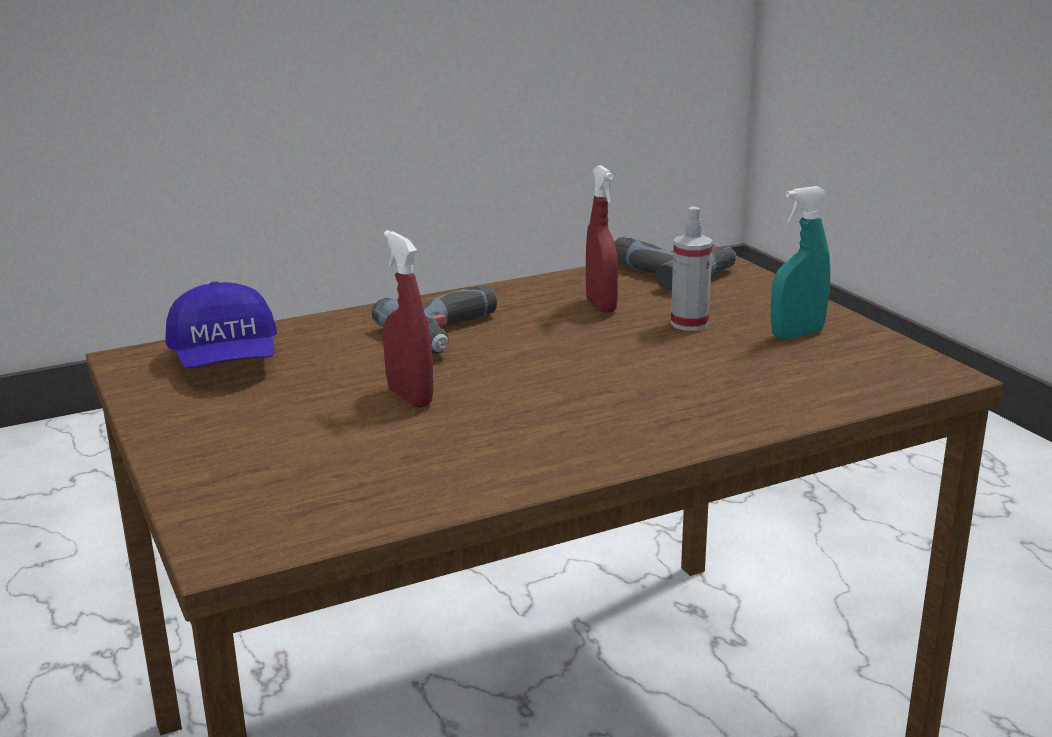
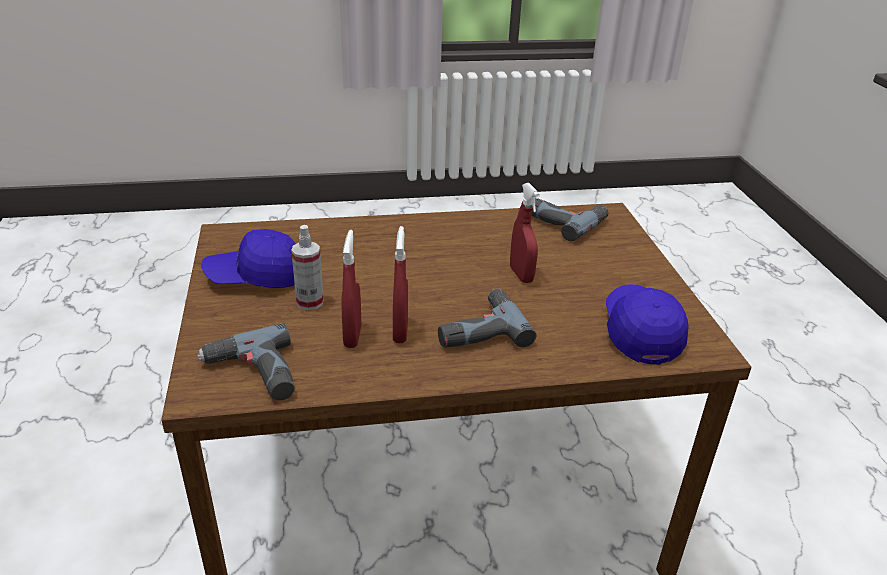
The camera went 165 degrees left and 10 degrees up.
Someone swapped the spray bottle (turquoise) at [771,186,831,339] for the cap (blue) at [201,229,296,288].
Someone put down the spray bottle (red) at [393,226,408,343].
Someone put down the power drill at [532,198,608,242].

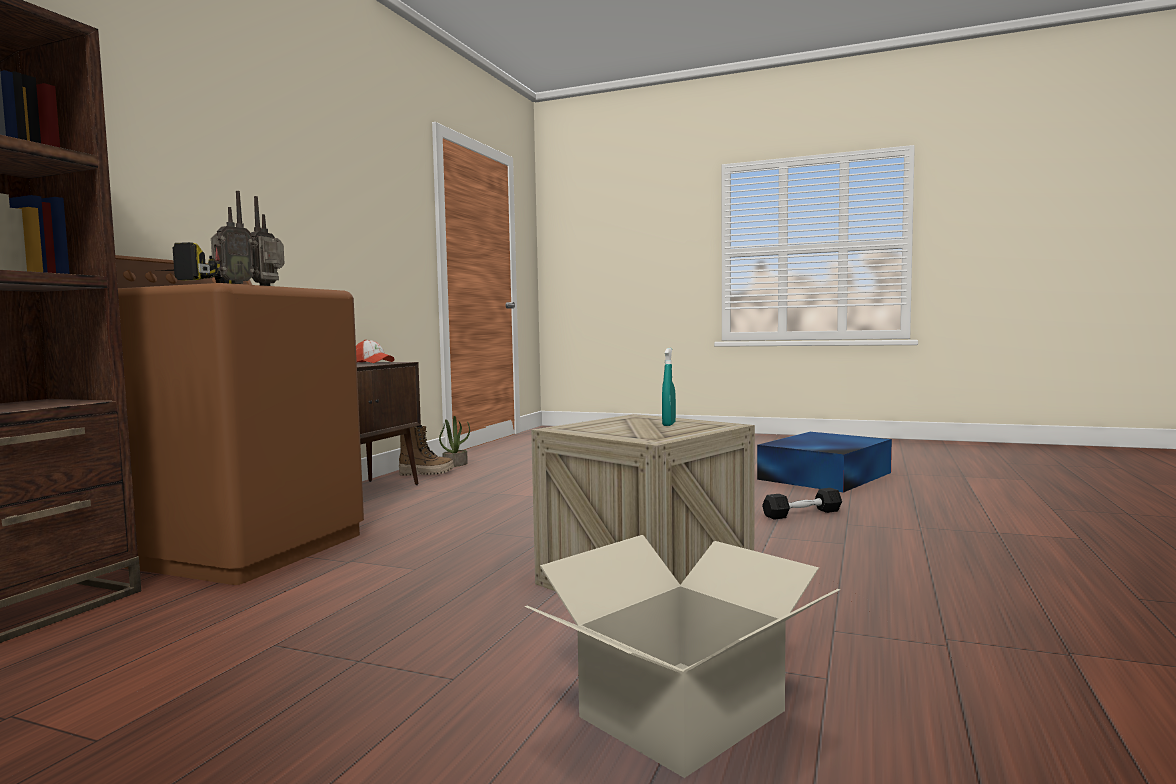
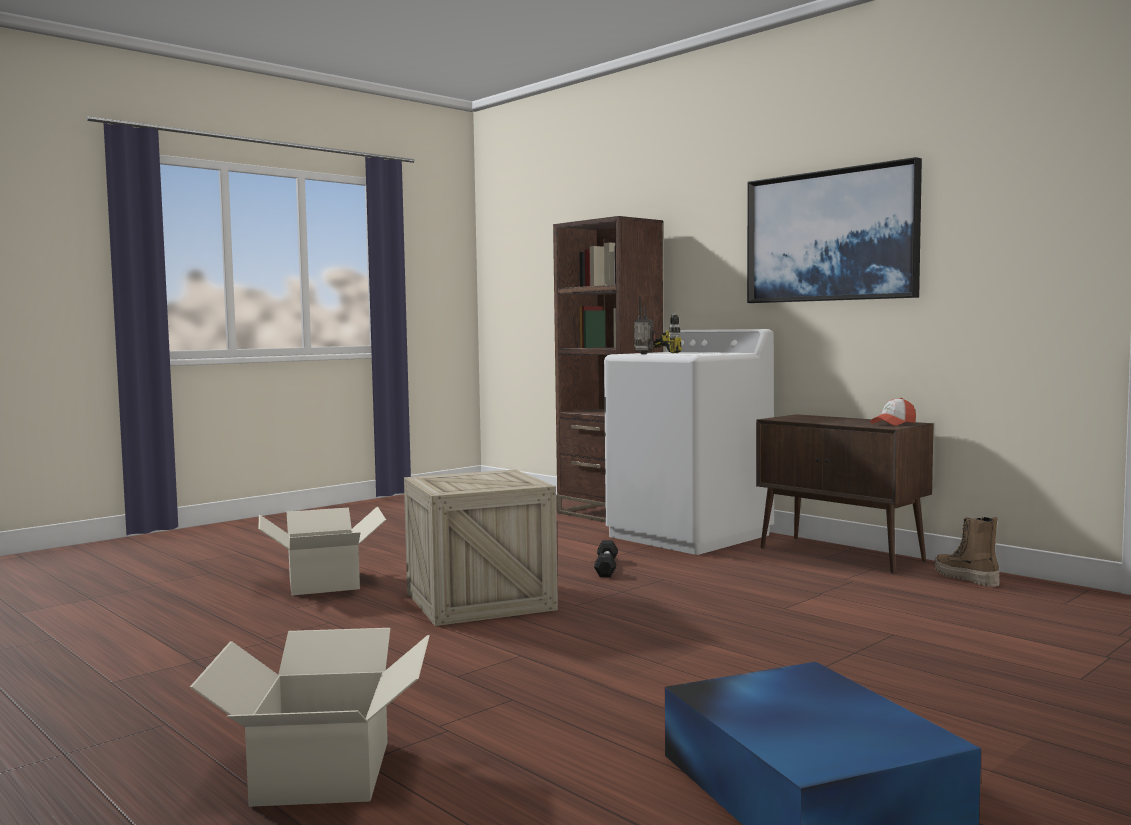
The camera went 115 degrees right and 0 degrees up.
Someone repainted the washing machine (brown) at [115,255,364,585], which became the washing machine (white) at [604,329,774,555].
Someone took away the radio at [211,191,254,284].
Someone rotated the boot at [399,425,454,476] by 135 degrees clockwise.
Someone took away the potted plant at [439,416,470,467].
Someone took away the spray bottle (turquoise) at [662,348,676,426].
Someone carried the dumbbell (black) from [762,488,842,520] to [594,540,618,577].
Someone put down the cardboard box at [190,628,430,807].
Someone put up the picture at [747,157,922,303].

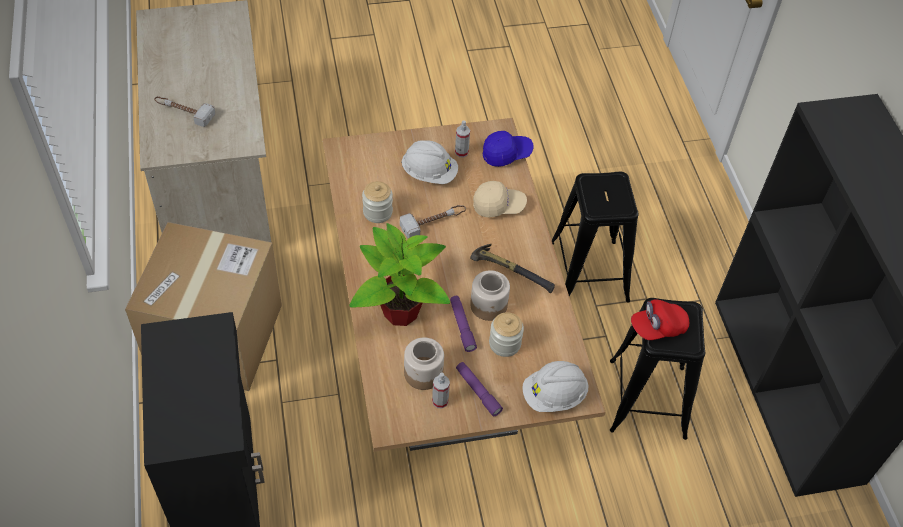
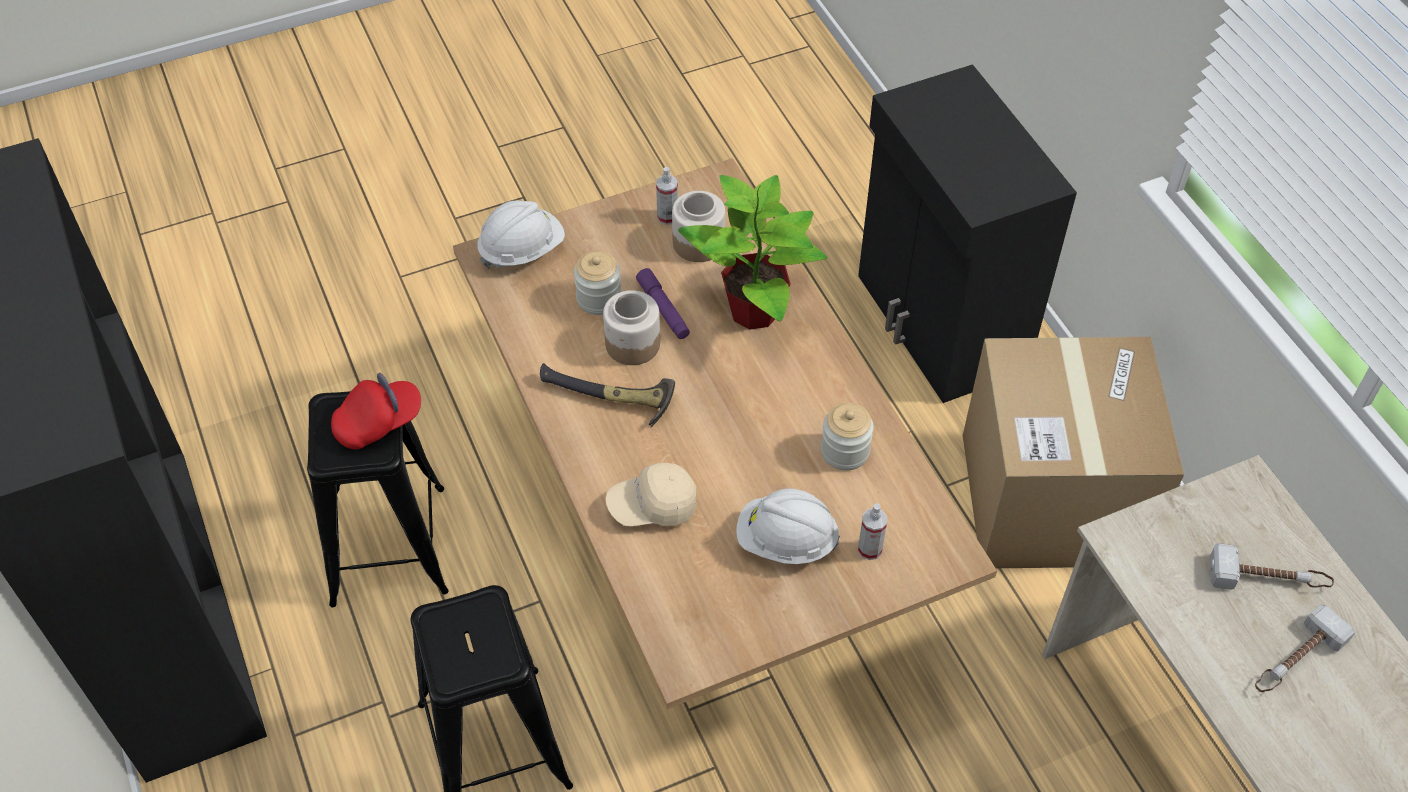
The camera went 170 degrees right and 0 degrees up.
Someone carried the hammer from [400,205,466,238] to [1255,604,1355,692].
Someone carried the spray bottle from [455,120,470,157] to [858,503,887,560].
Someone took away the flashlight (purple) at [456,362,503,417].
Someone took away the cap (blue) at [483,131,534,167].

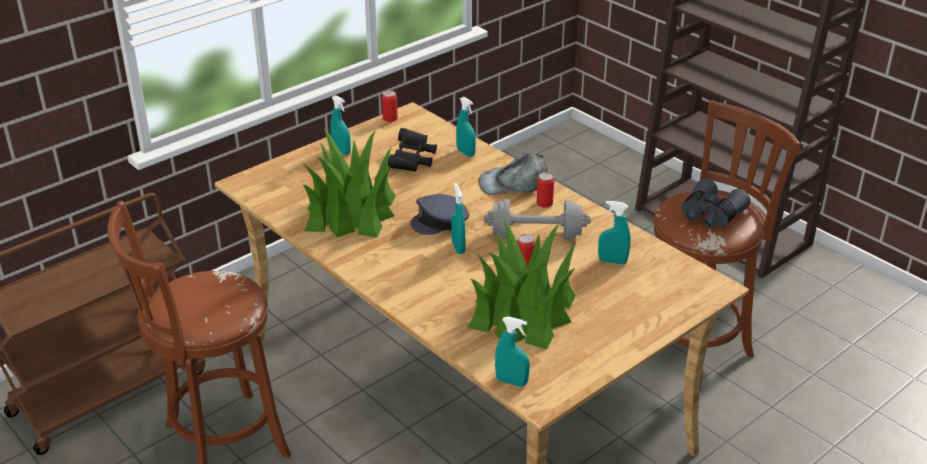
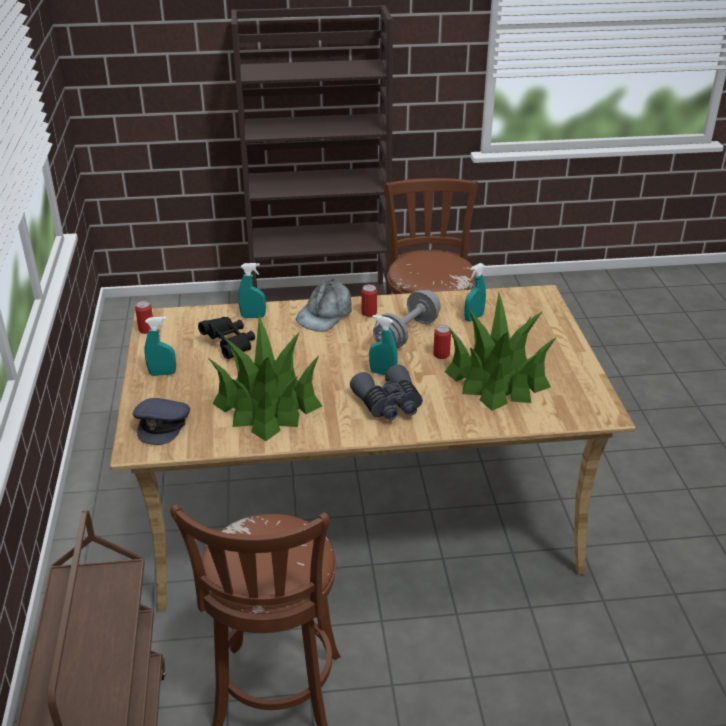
The camera went 55 degrees left and 0 degrees up.
Someone carried the cap (grey) from [410,194,469,235] to [133,398,190,445].
Someone took away the spray bottle (turquoise) at [495,316,530,387].
Someone carried the binoculars (grey) from [681,178,750,227] to [350,365,423,420].

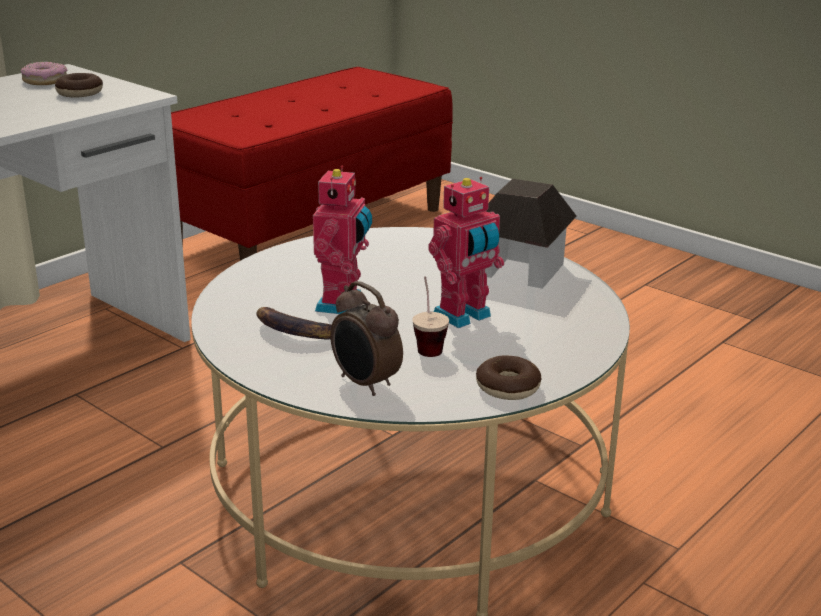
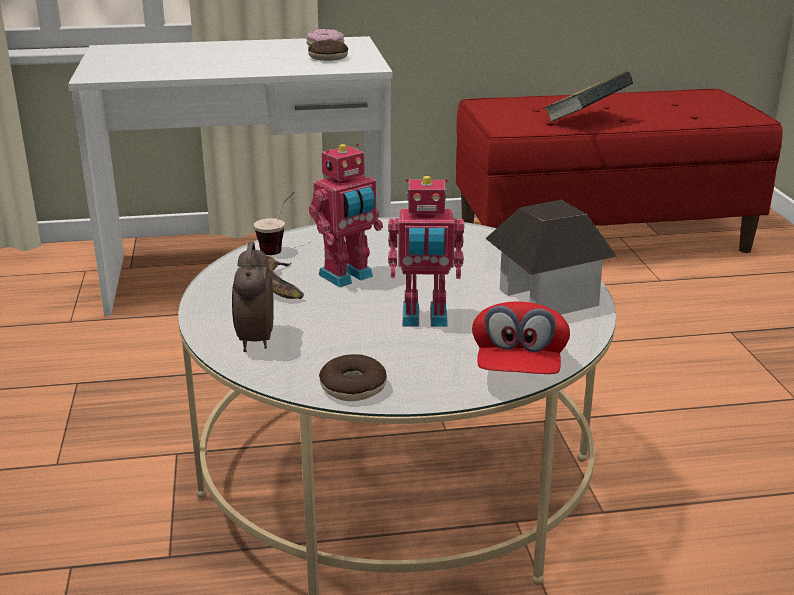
The camera went 40 degrees right and 0 degrees up.
Someone carried the cup from [412,276,449,357] to [254,192,295,255].
Someone put down the cap (red) at [472,302,570,374].
Someone put down the book at [544,71,633,123].

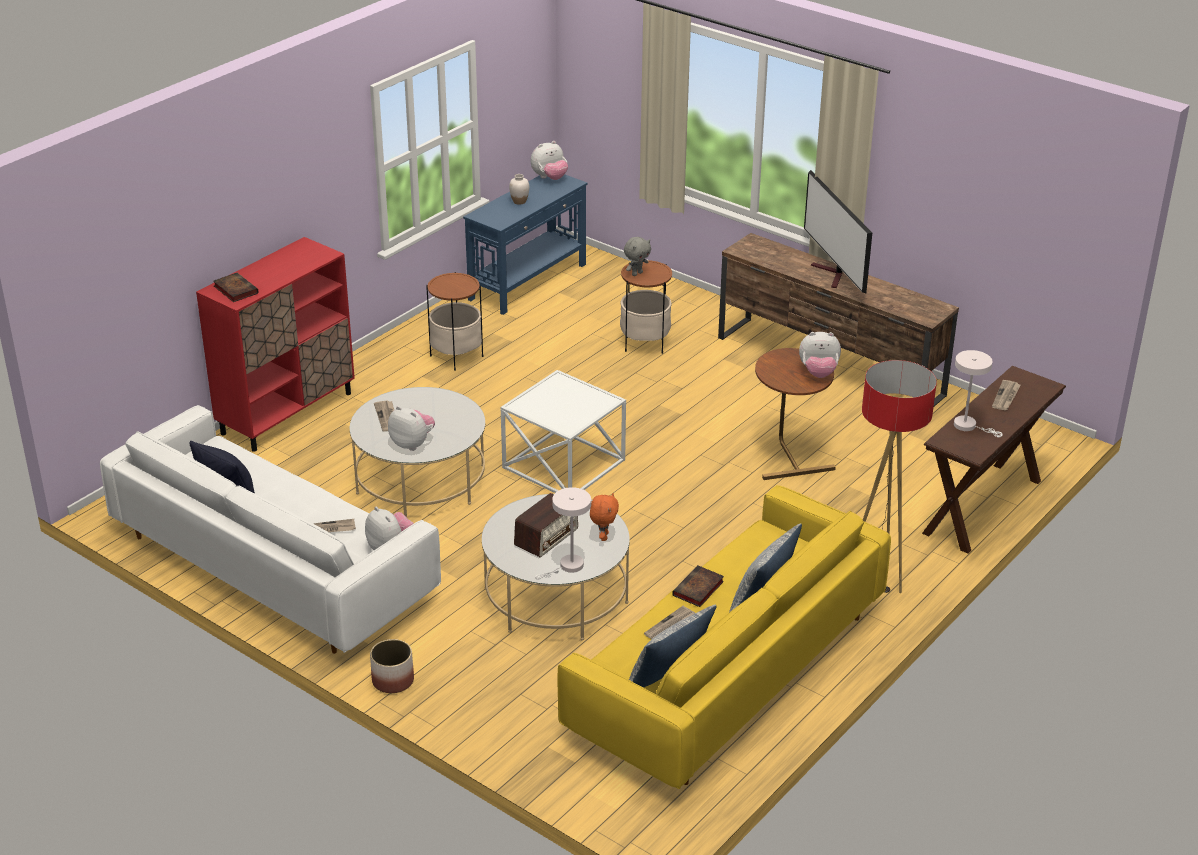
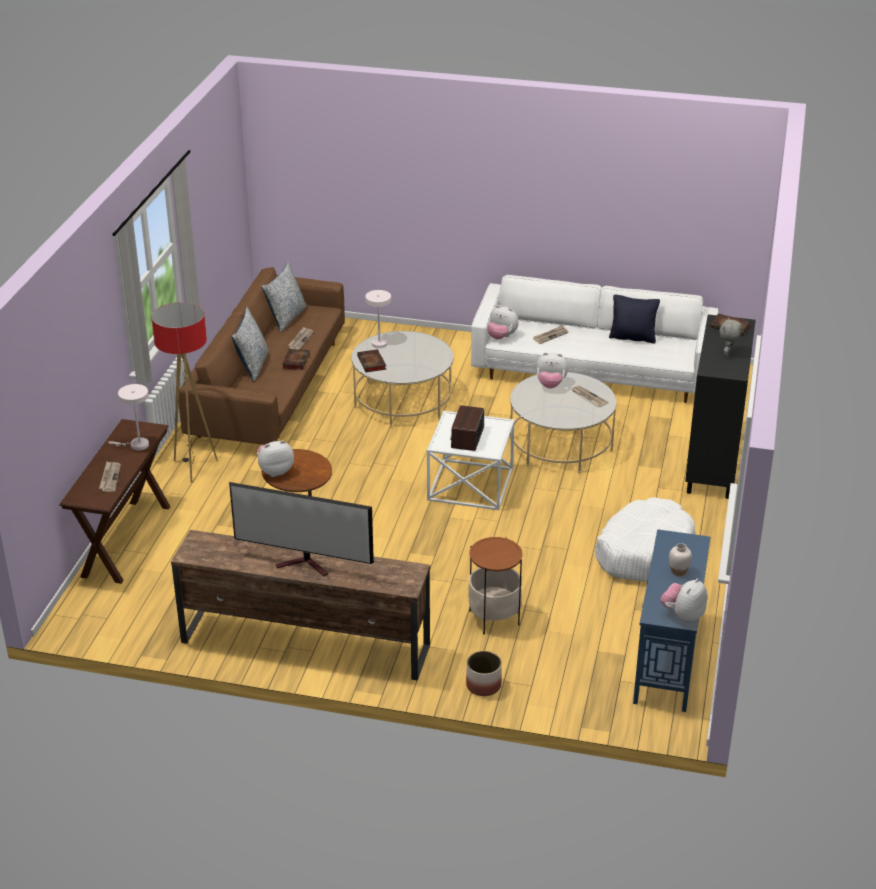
The camera went 155 degrees right and 0 degrees up.
Someone repainted the cabinet (red) at [196,237,355,452], which became the cabinet (black) at [685,314,756,499].
Someone carried the planter from [370,639,414,693] to [466,651,502,696].
Someone swapped the side table at [426,272,483,371] for the dog bed (white) at [595,497,696,581].
Someone carried the radio from [514,493,578,557] to [450,405,484,451].
Someone repainted the sofa (yellow) at [558,485,891,789], which became the sofa (brown) at [179,267,345,445].
Someone swapped the plush toy (orange) at [590,493,619,541] for the book at [357,349,386,372].
Someone carried the plush toy (grey) from [624,237,651,276] to [719,318,742,356].
Someone rotated the television at [804,170,872,294] by 150 degrees clockwise.

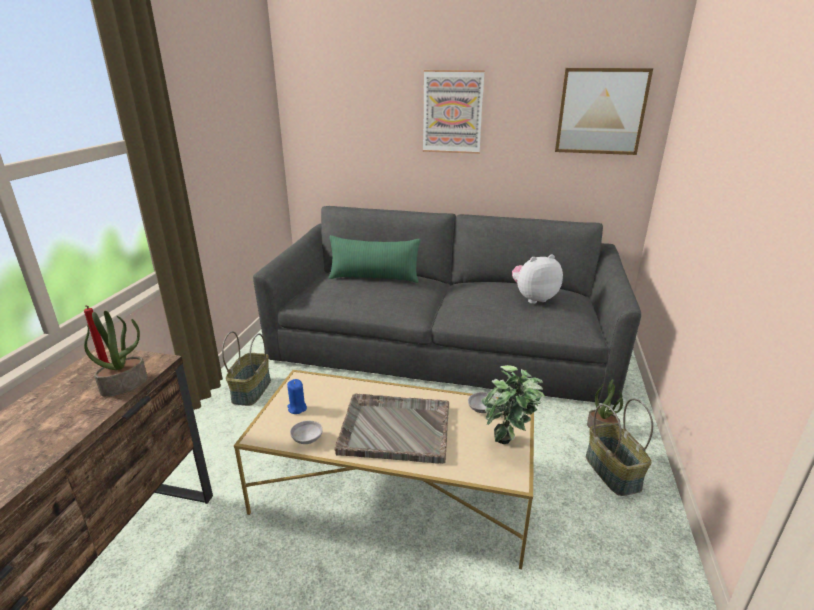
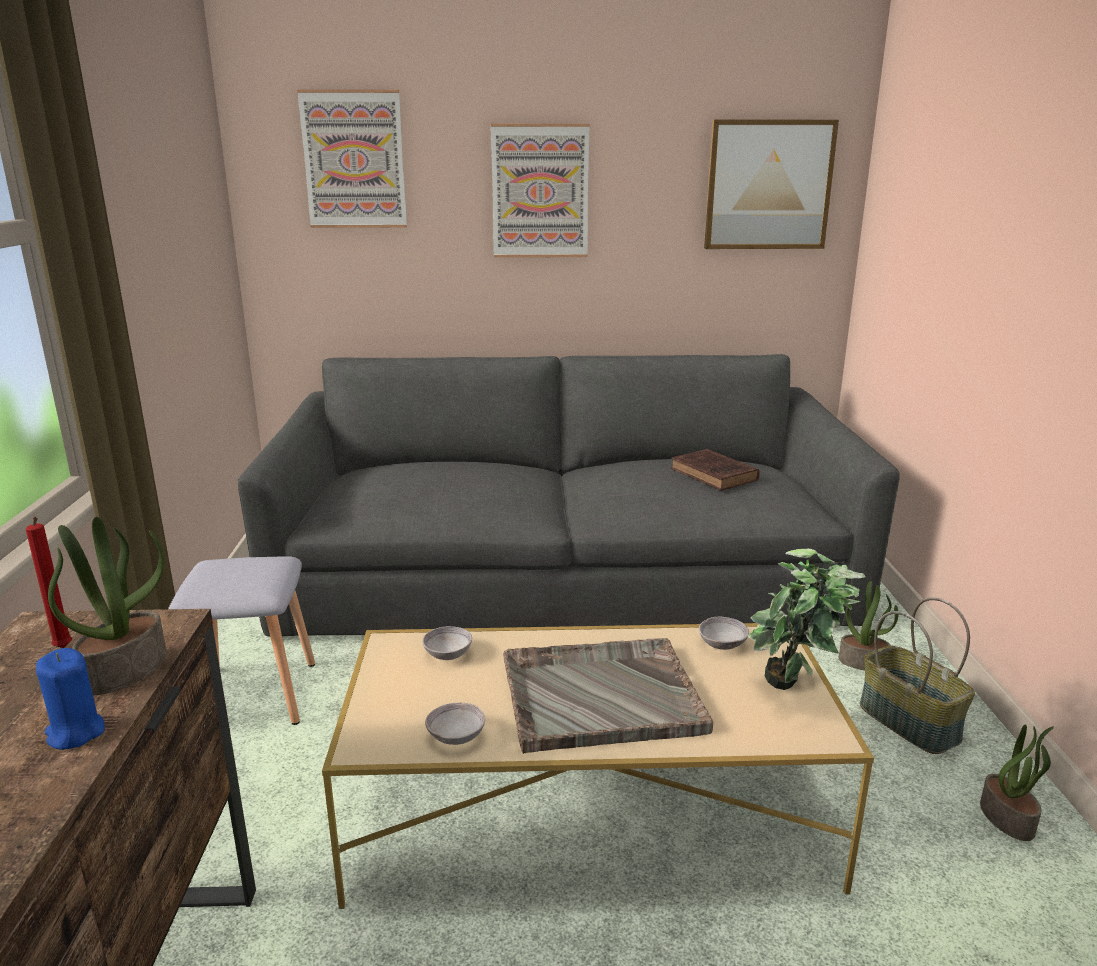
The camera went 15 degrees left and 5 degrees down.
Someone swapped the basket at [222,331,271,406] for the stool (grey) at [168,556,315,725].
Someone carried the candle (blue) from [287,379,307,414] to [36,648,105,750].
Someone took away the pillow (green) at [329,235,421,283].
Someone swapped the plush toy at [512,254,563,304] for the book (brown) at [671,449,760,491].
Someone put up the picture at [297,89,407,228].
Someone put down the bowl (grey) at [422,626,472,660].
Someone put down the potted plant at [980,725,1054,841].

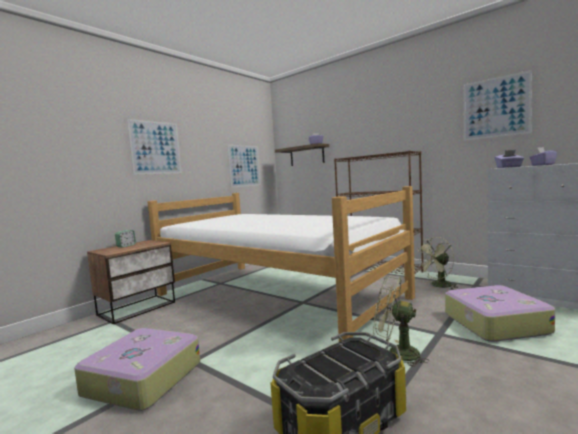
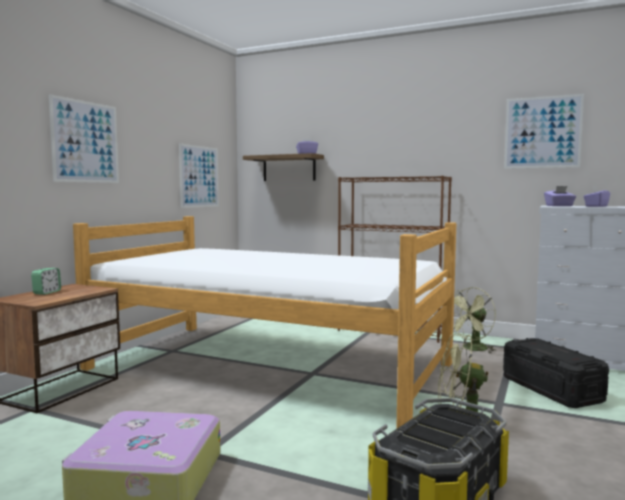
The camera went 15 degrees left and 0 degrees up.
Someone swapped the suitcase at [445,285,555,342] for the storage box (black) at [503,338,609,408].

